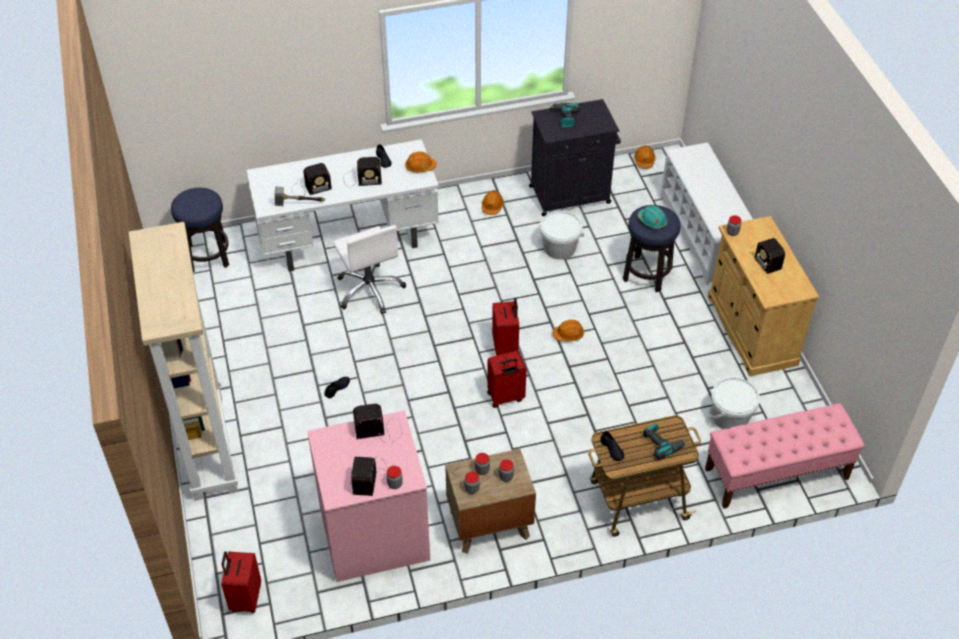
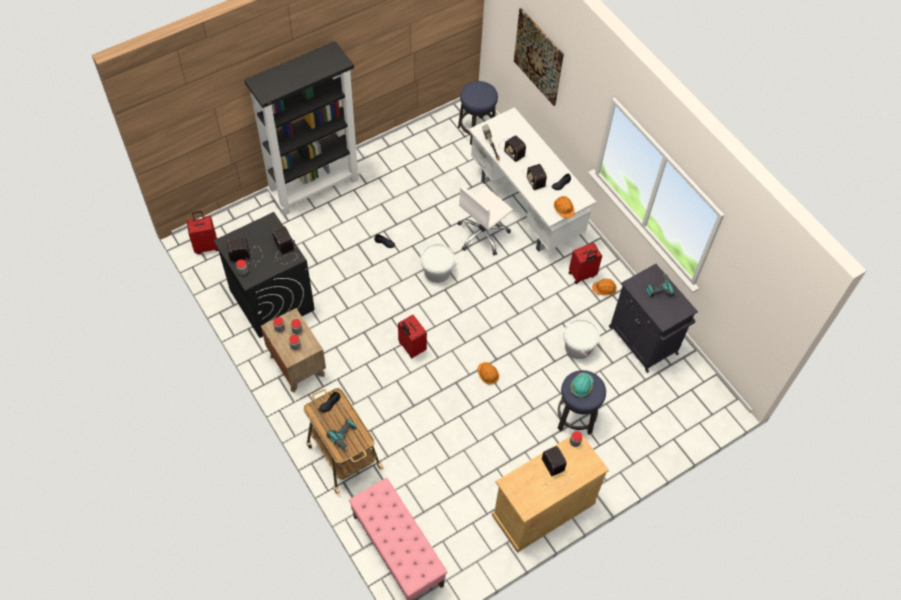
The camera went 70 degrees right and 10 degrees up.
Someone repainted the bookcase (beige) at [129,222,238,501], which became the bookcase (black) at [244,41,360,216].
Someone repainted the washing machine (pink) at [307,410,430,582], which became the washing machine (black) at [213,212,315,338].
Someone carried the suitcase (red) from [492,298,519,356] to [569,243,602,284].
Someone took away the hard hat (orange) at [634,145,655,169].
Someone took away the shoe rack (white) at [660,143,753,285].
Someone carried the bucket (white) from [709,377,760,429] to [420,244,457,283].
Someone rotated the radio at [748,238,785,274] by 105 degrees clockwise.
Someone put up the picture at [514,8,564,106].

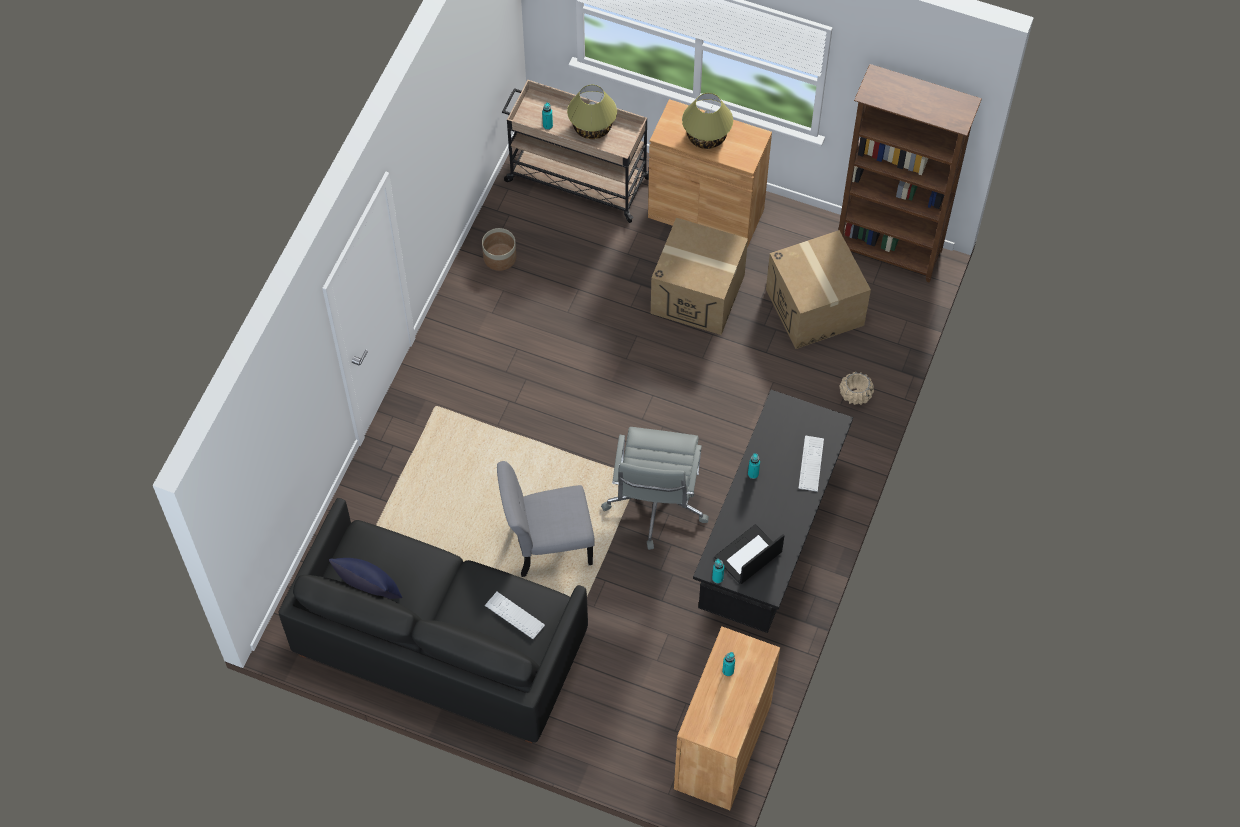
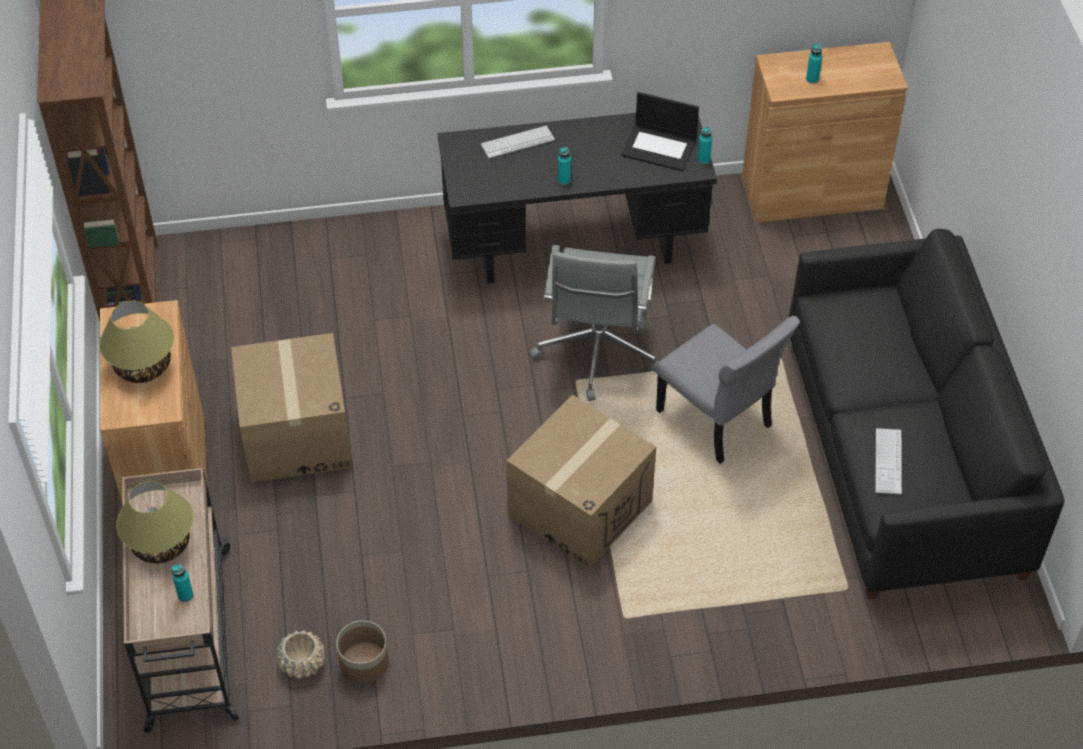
The camera went 120 degrees left and 10 degrees down.
Someone took away the pillow (blue) at [329,558,402,599].
Someone carried the keyboard from [485,592,545,639] to [876,428,902,494].
Someone rotated the office chair (grey) at [601,427,709,550] by 120 degrees clockwise.
Someone carried the cardboard box from [766,230,871,349] to [506,395,656,570].
Someone carried the planter (beige) from [839,372,874,405] to [276,630,325,679].

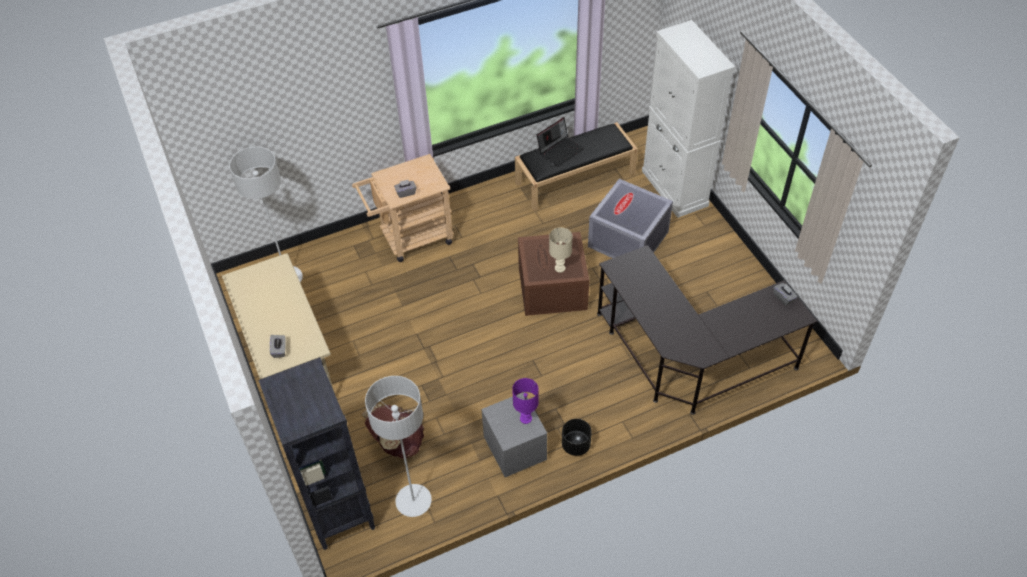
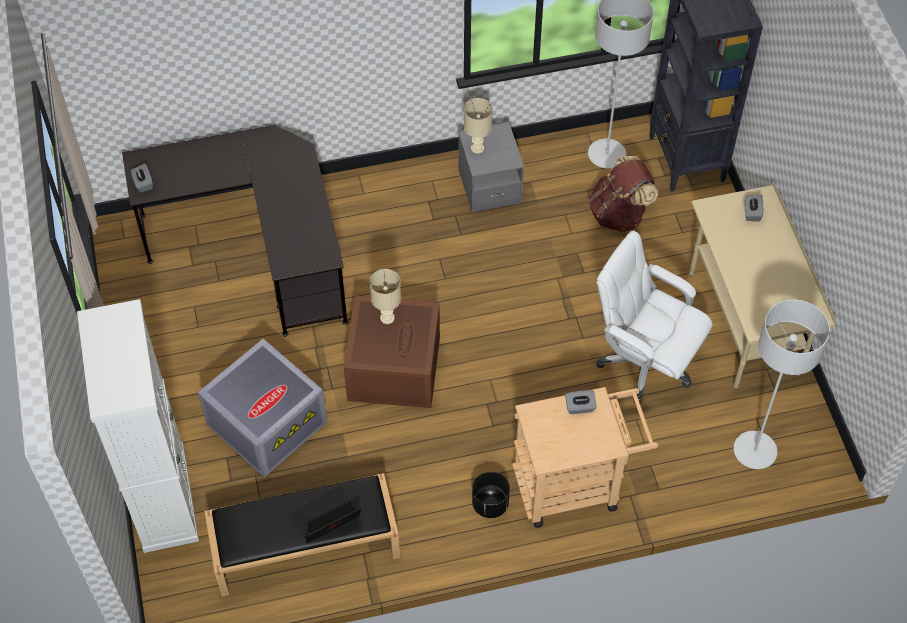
The camera went 170 degrees left and 5 degrees up.
Someone repainted the table lamp (purple) at [512,378,538,424], which became the table lamp (beige) at [464,98,493,154].
Someone carried the planter (black) from [562,419,592,456] to [472,472,510,518].
Someone put down the office chair (white) at [596,230,713,403].

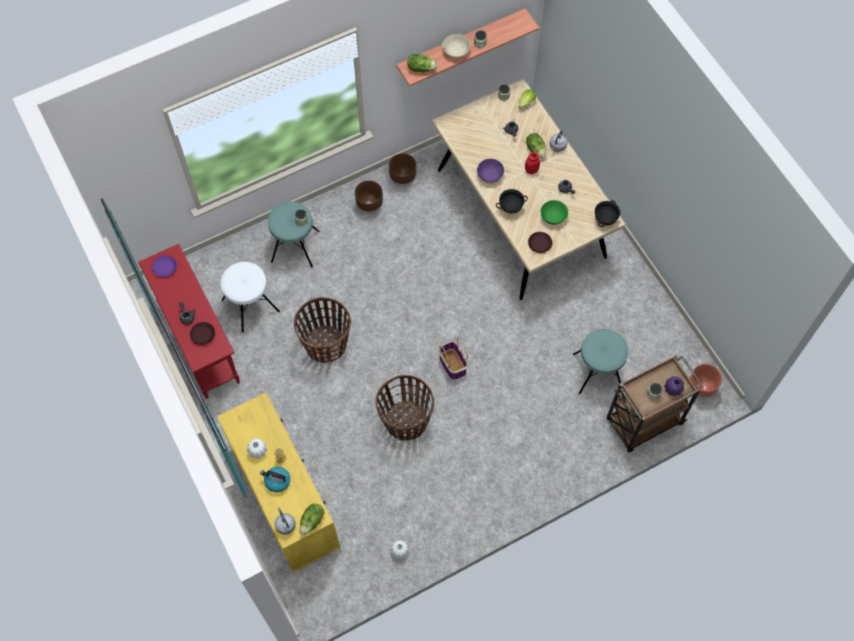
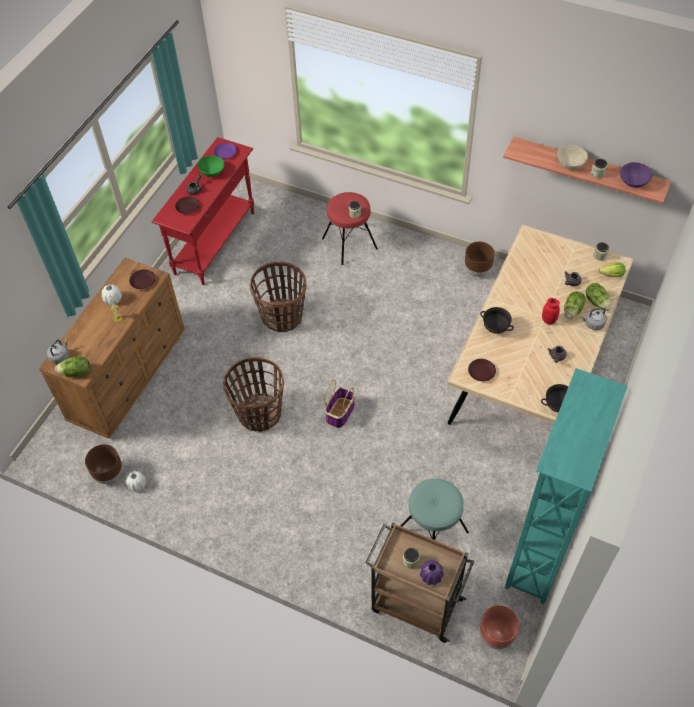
The camera went 55 degrees right and 10 degrees down.
Someone repainted the dresser (yellow) at [217,393,340,572], which became the dresser (brown) at [39,258,185,439].
Someone took away the stool (white) at [221,262,280,333].
Someone took away the kettle at [260,467,290,492].
Someone repainted the stool (turquoise) at [268,201,319,267], which became the stool (red) at [322,192,378,265].
Someone carried the planter (brown) from [355,180,383,214] to [85,444,122,484].
Someone carried the lettuce from [407,54,437,73] to [586,283,611,311].
Someone carried the bowl (purple) from [477,159,504,183] to [620,162,652,188].
Someone carried the bowl (green) from [541,200,568,225] to [197,155,225,177].
Someone put down the plate (brown) at [129,269,155,289].
Someone put down the bookcase (turquoise) at [505,368,628,604].

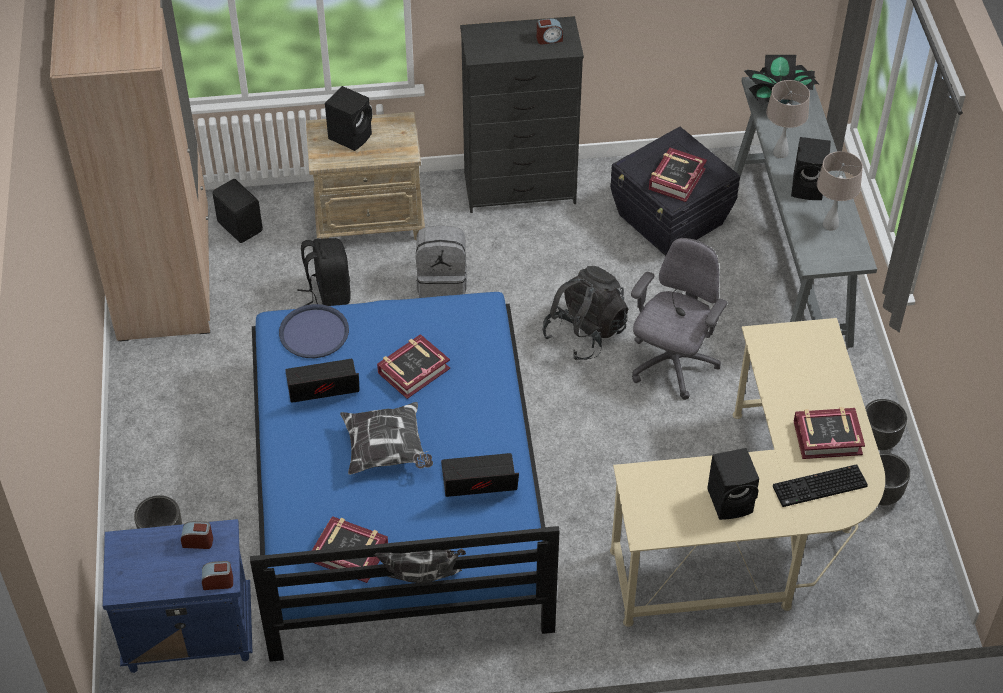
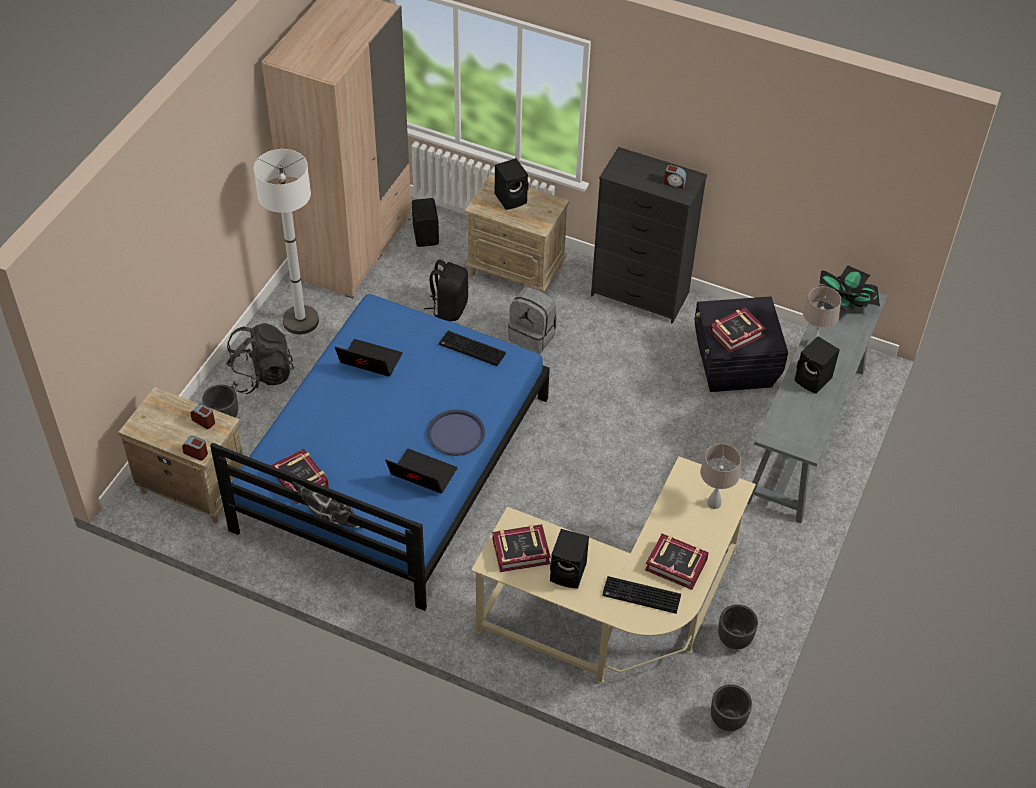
The camera went 30 degrees right and 0 degrees up.
Someone repainted the nightstand (blue) at [103,519,253,673], which became the nightstand (beige) at [118,387,243,523].
Someone carried the tray (blue) from [279,304,349,358] to [427,409,485,456].
Someone took away the pillow at [340,402,433,475].
Someone carried the book from [377,334,450,399] to [492,524,550,572].
Someone carried the backpack (black) from [542,266,628,360] to [227,323,294,394].
Someone took away the office chair (grey) at [631,238,728,400].
Someone carried the table lamp (beige) from [817,151,863,231] to [700,444,741,509].
Someone carried the planter (black) from [865,399,907,450] to [711,684,752,731].
Someone put down the floor lamp (white) at [254,149,319,334].
Someone put down the keyboard at [439,331,506,366].

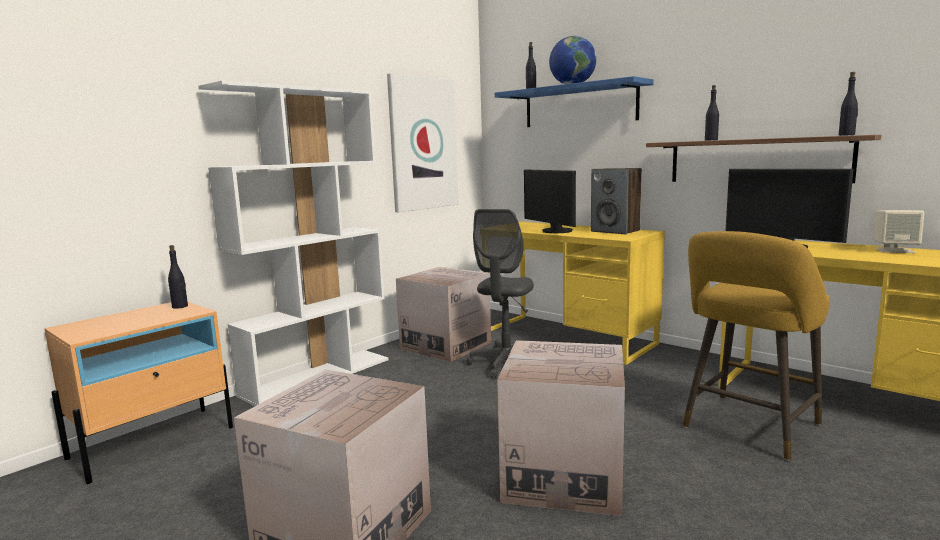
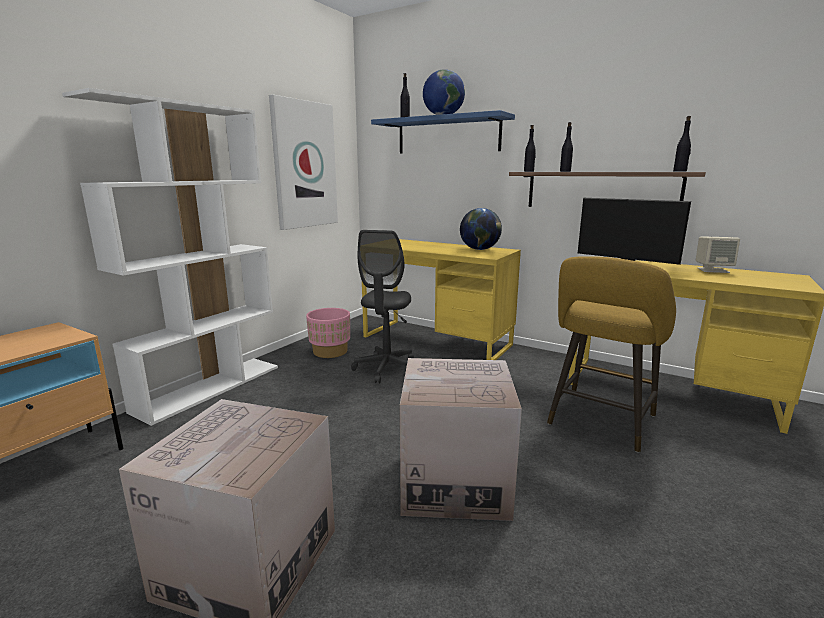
The camera went 10 degrees left and 5 degrees up.
Someone carried the bottle (black) from [168,245,188,309] to [524,125,536,172].
Someone swapped the cardboard box at [396,267,491,362] for the planter (pink) at [306,308,350,358].
Someone took away the monitor at [524,169,576,233].
Someone swapped the speaker at [591,168,642,234] for the globe at [460,208,502,250].

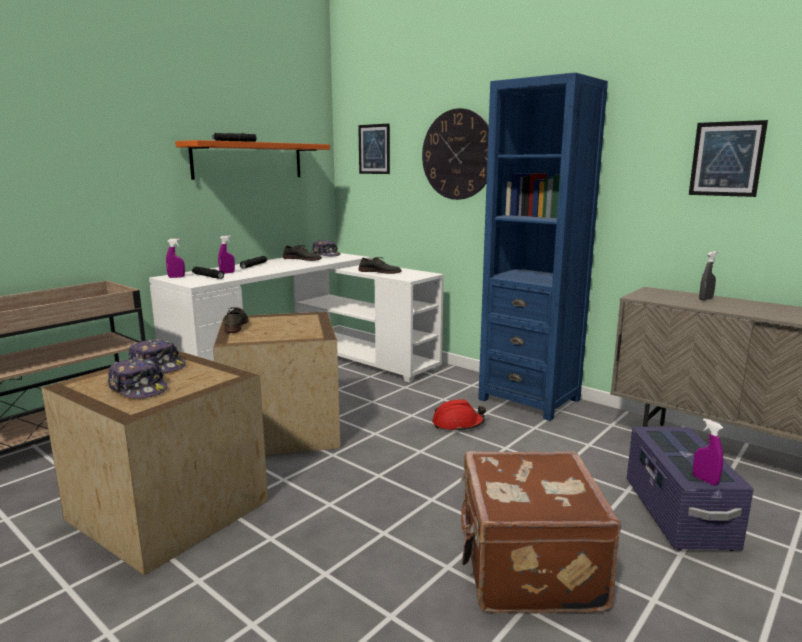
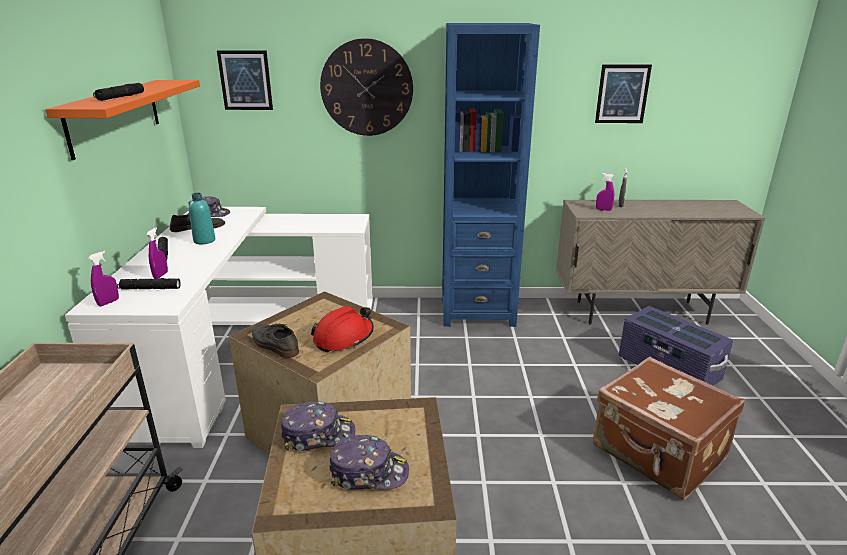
The camera went 40 degrees left and 10 degrees up.
Someone took away the shoe (grey) at [358,257,402,274].
Someone carried the hard hat (red) from [432,400,486,432] to [311,306,374,352].
Someone carried the spray bottle (purple) from [693,418,723,486] to [596,173,614,211].
Someone put down the bottle (turquoise) at [189,193,215,244].

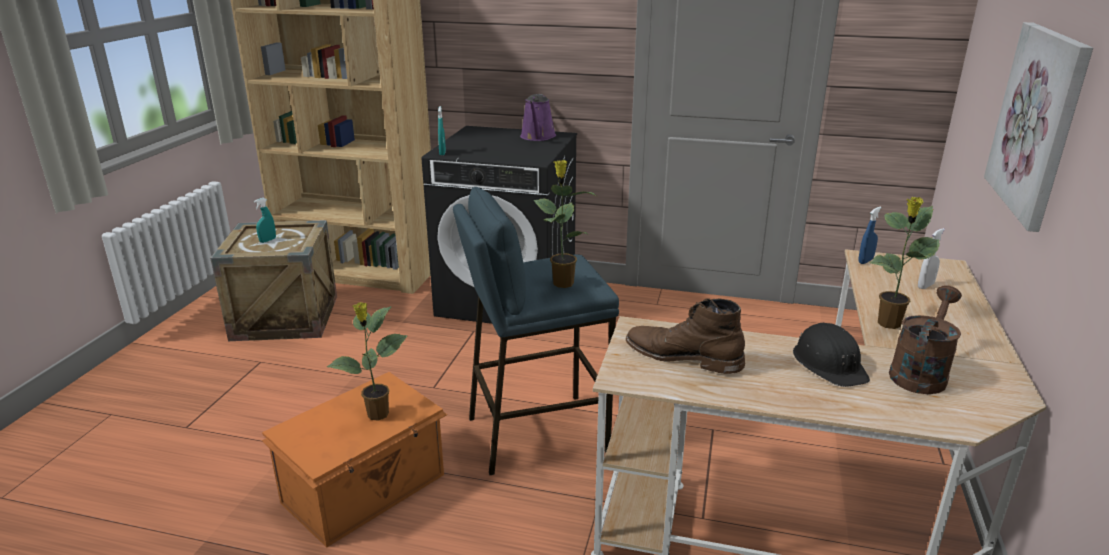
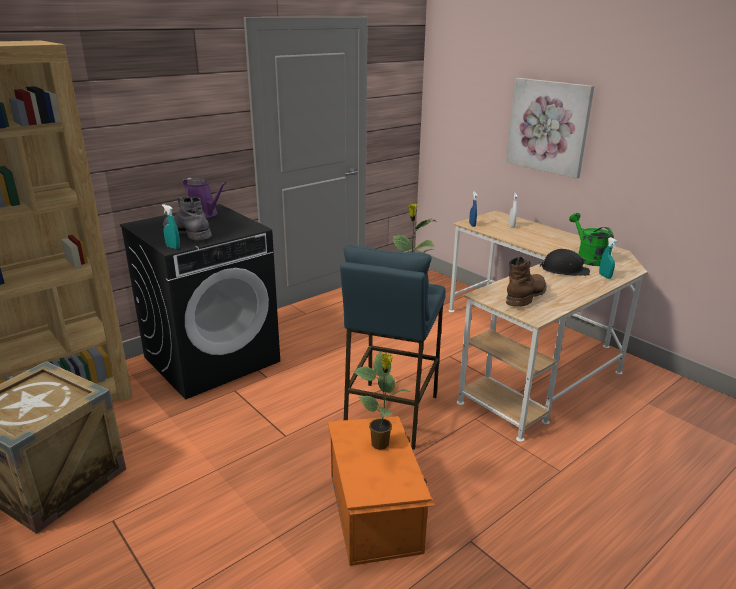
The camera went 55 degrees left and 0 degrees up.
Someone carried the spray bottle (turquoise) from [254,198,276,243] to [599,237,618,279].
Someone rotated the boot (brown) at [626,298,745,374] by 150 degrees clockwise.
Someone took away the potted plant at [870,197,940,329].
Someone repainted the watering can (brown) at [889,285,962,394], which became the watering can (green) at [569,213,614,266].
Someone put down the boot (grey) at [163,197,212,240].

